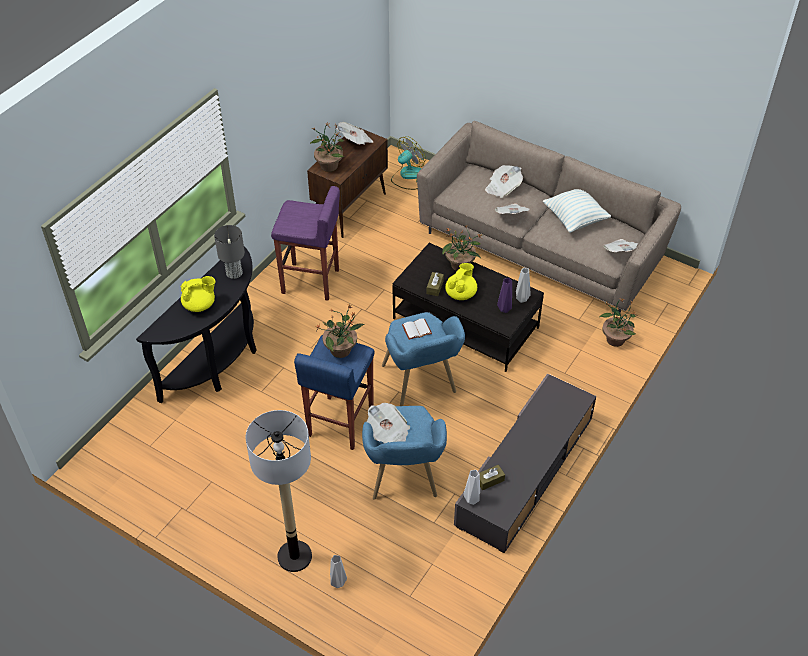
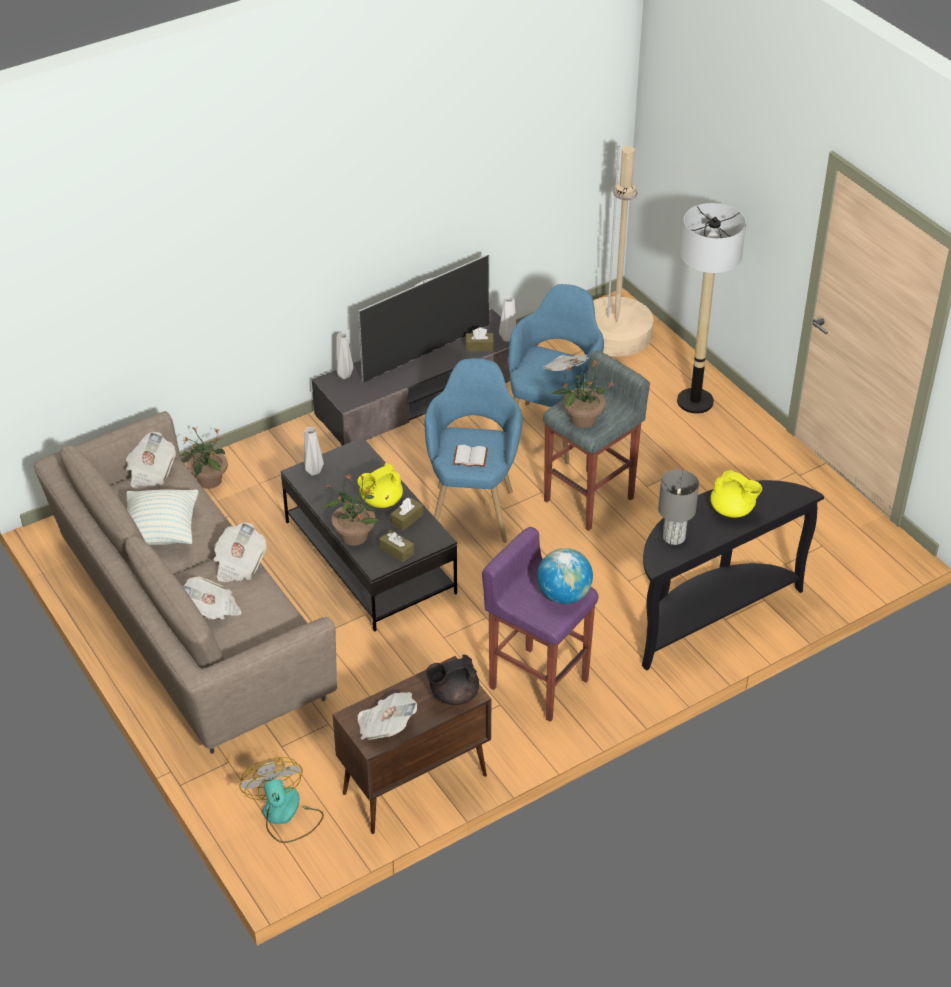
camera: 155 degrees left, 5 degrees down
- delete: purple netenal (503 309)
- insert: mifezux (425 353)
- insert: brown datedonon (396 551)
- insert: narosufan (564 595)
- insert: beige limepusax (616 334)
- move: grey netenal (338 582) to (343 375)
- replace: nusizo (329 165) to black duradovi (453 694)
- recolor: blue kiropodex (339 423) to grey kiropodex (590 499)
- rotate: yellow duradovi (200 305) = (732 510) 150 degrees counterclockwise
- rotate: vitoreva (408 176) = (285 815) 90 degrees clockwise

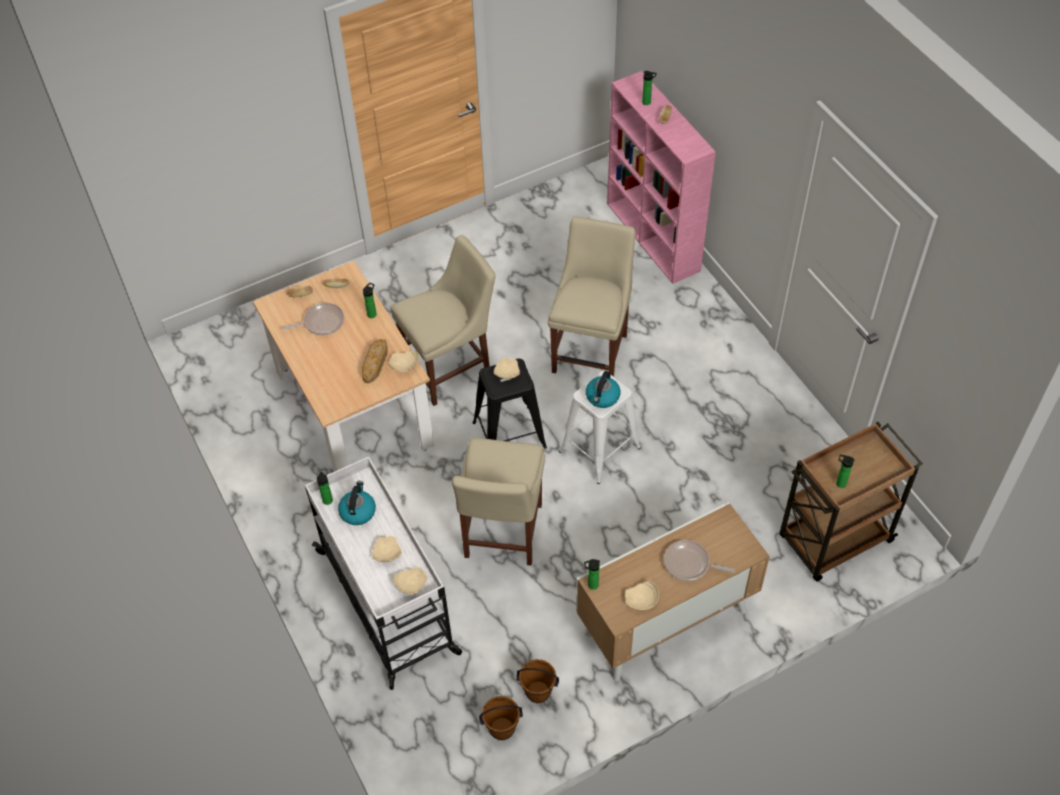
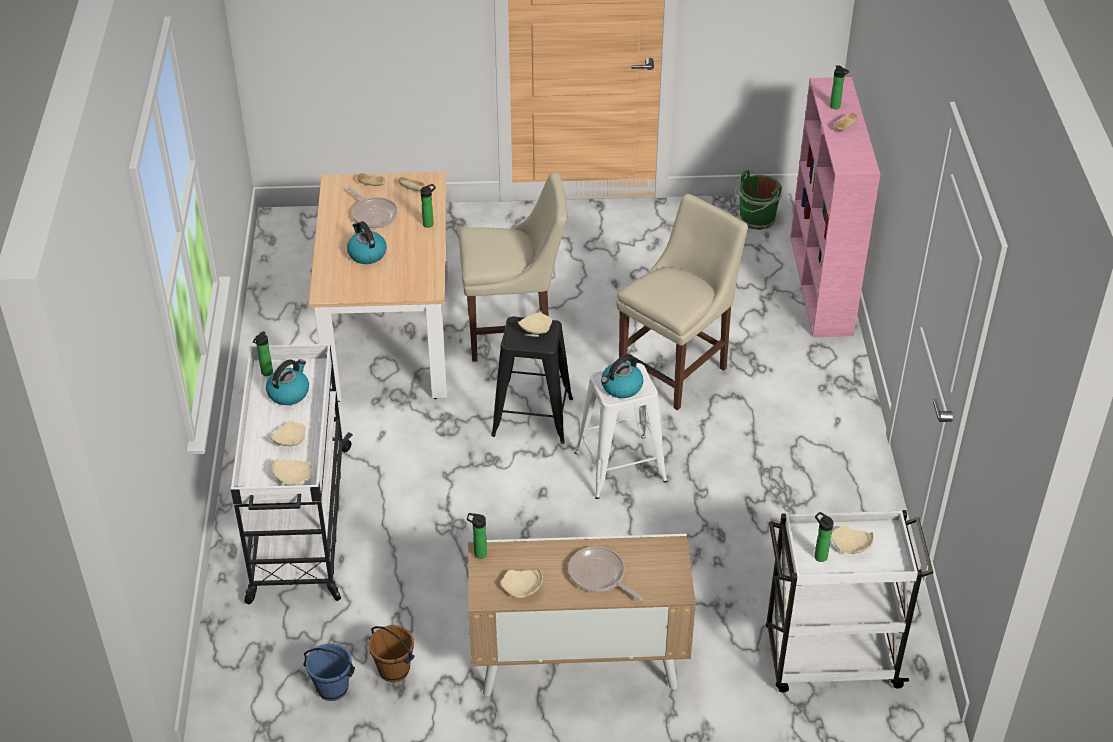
camera: 25 degrees right, 10 degrees down
- delete: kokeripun (375 362)
- delete: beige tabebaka (502 535)
- insert: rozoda (366 254)
- insert: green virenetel (756 220)
- move: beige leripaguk (405 365) to (851 546)
- recolor: brown virenetel (502 729) to blue virenetel (332 689)
- recolor: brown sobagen (833 540) to white sobagen (829 659)
- rotate: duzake (321 322) = (373 214) 45 degrees clockwise

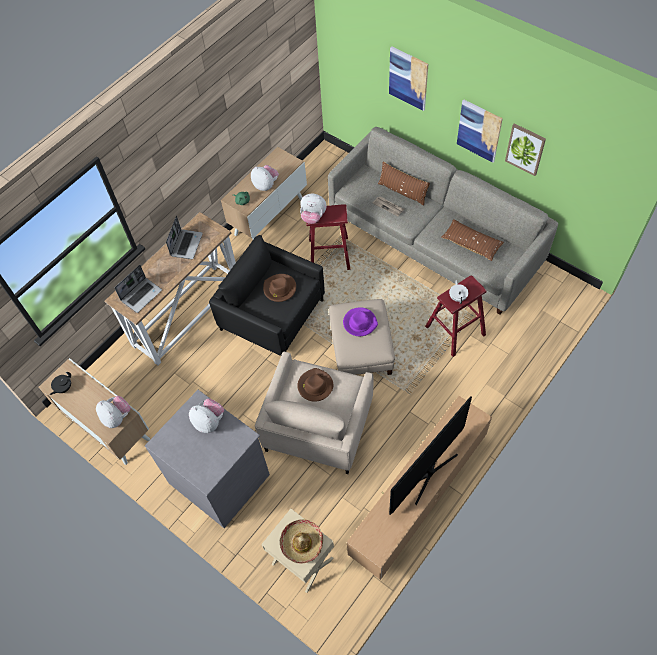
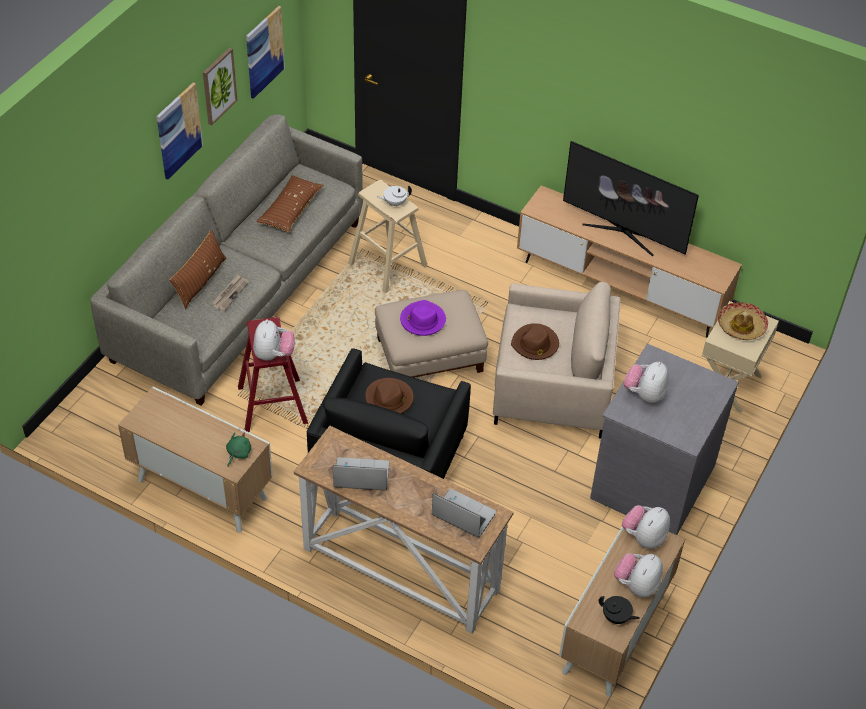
camera: 105 degrees left, 10 degrees down
- move: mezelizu (266 185) to (636 585)
- move: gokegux (408 78) to (264 52)
- recolor: red kiropodex (455 330) to beige kiropodex (387 264)

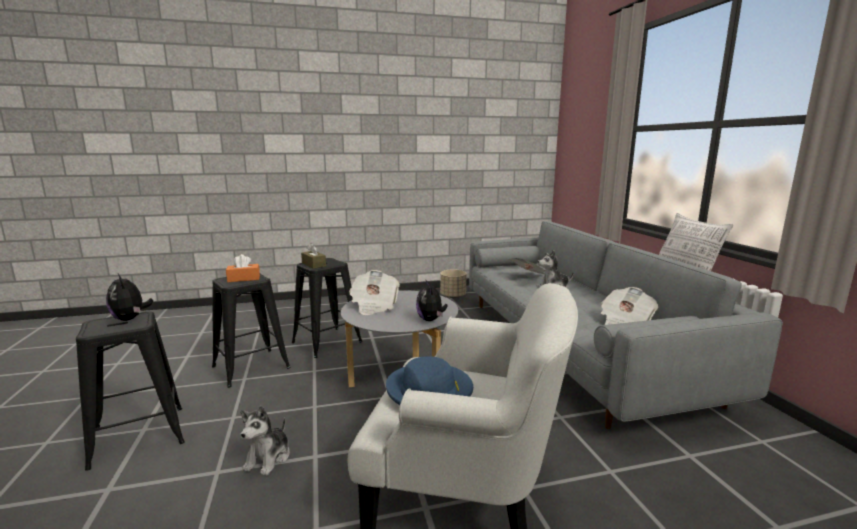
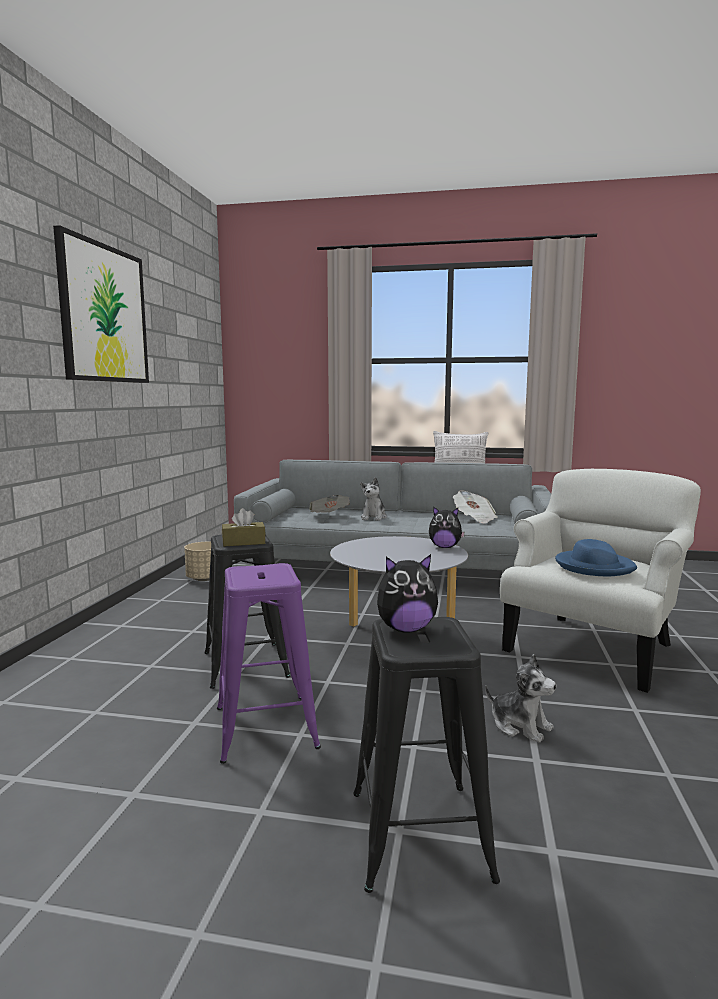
camera: 65 degrees left, 5 degrees down
- delete: orange datedonon (244 279)
- delete: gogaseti (374 306)
- insert: gokegux (104 314)
- recolor: black kiropodex (251 367) to purple kiropodex (265 727)

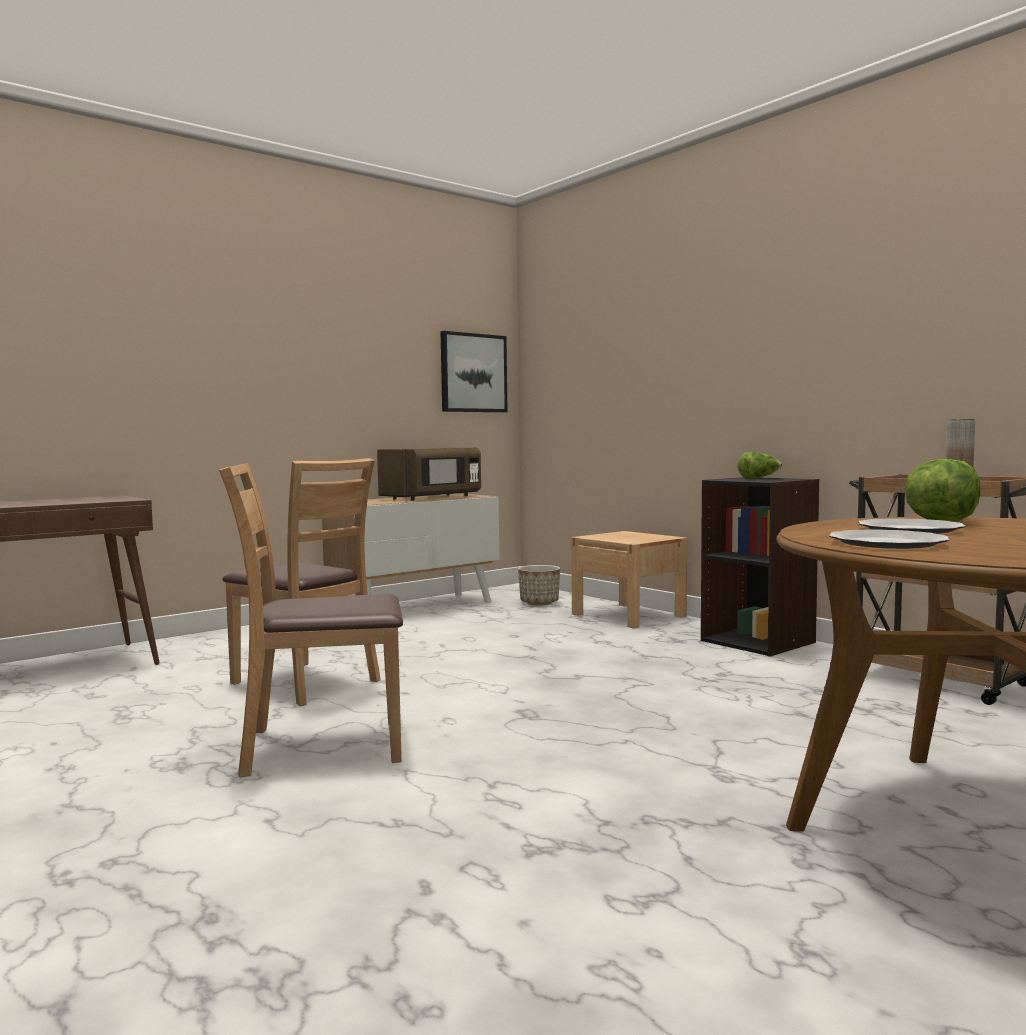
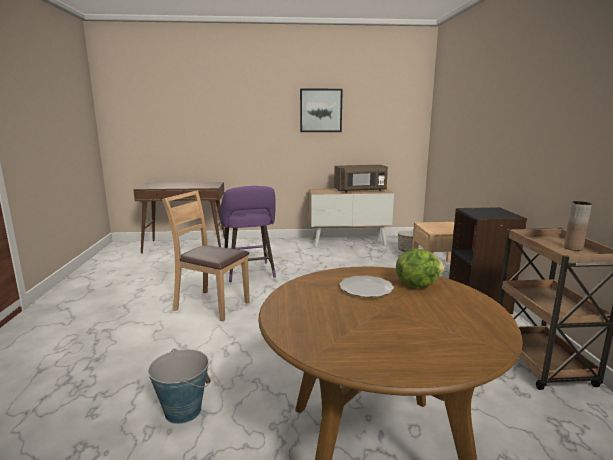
camera: 35 degrees right, 10 degrees up
- delete: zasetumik (759 478)
- delete: leripaguk (889 543)
- insert: virenetel (183 411)
- move: gokegux (473 373) to (320 110)
- replace: brown tabebaka (305 683) to purple kiropodex (249 273)

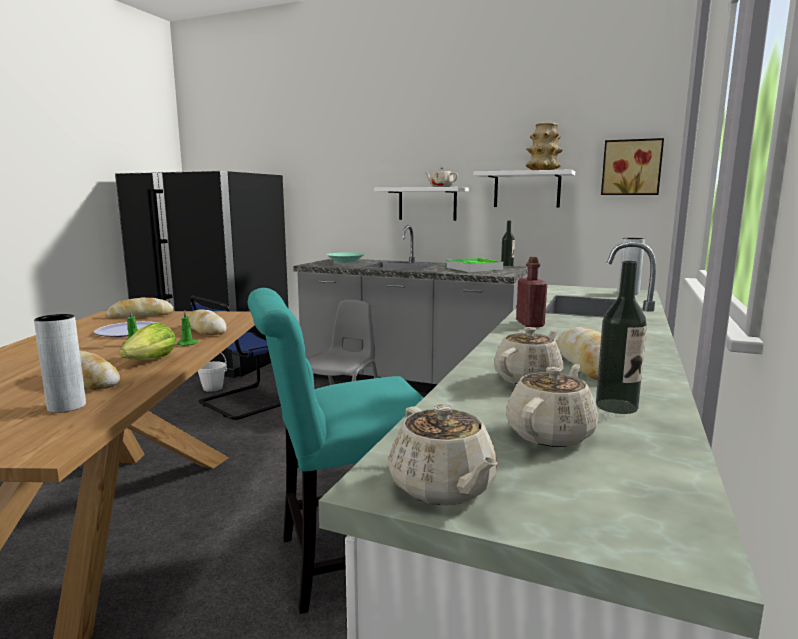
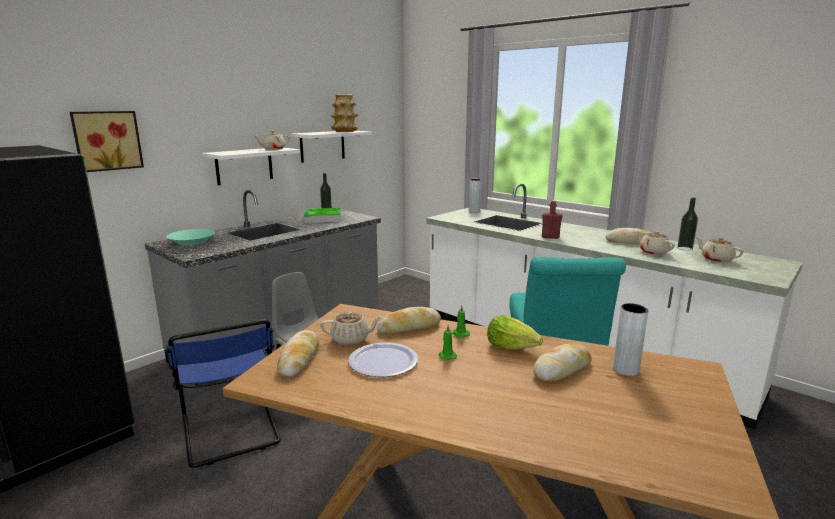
camera: 70 degrees left, 5 degrees up
- delete: white virenetel (213 388)
- move: beige duradovi (443 487) to (351 339)
- move: gokegux (631 167) to (107 140)

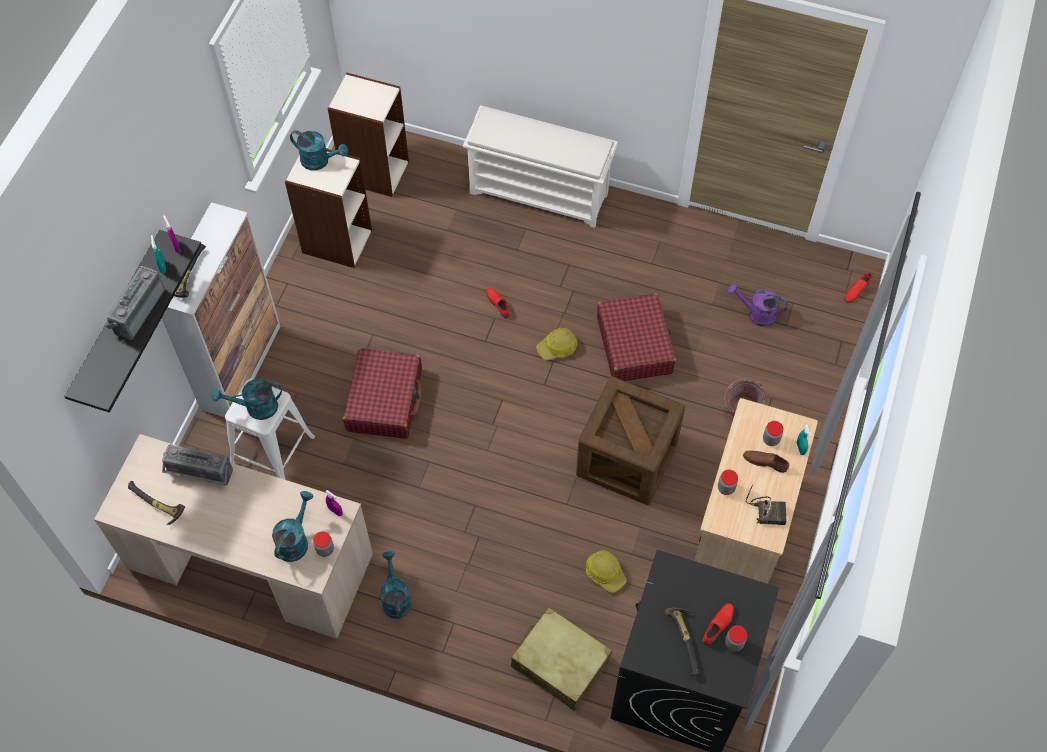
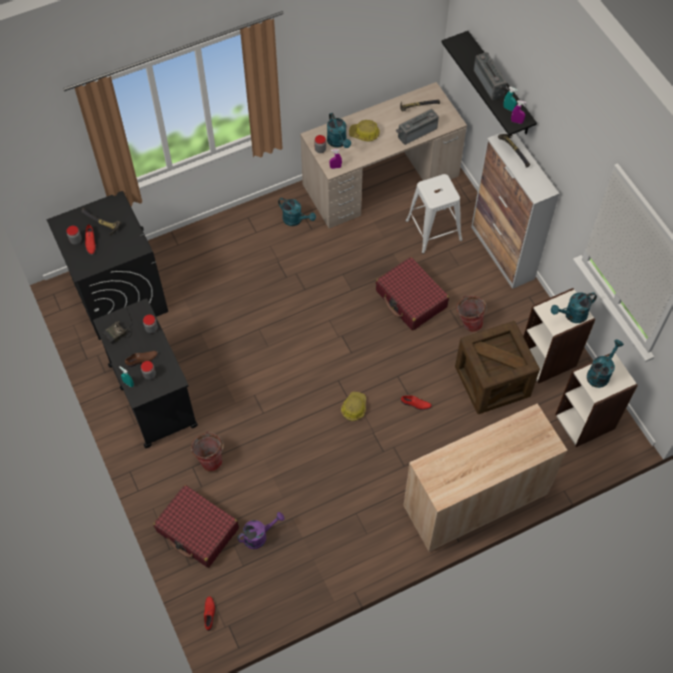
camera: 135 degrees right, 0 degrees up
- delete: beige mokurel (560 663)
- insert: virenetel (469 321)
- move: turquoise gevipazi (255 408) to (600 373)
- move: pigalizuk (627 458) to (492 381)
- move: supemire (605 572) to (364 134)
- move: red mokurel (634 345) to (198 530)
- replace: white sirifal (540 193) to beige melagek (475 500)
- recolor: beige sobagen (742 529) to black sobagen (152 394)

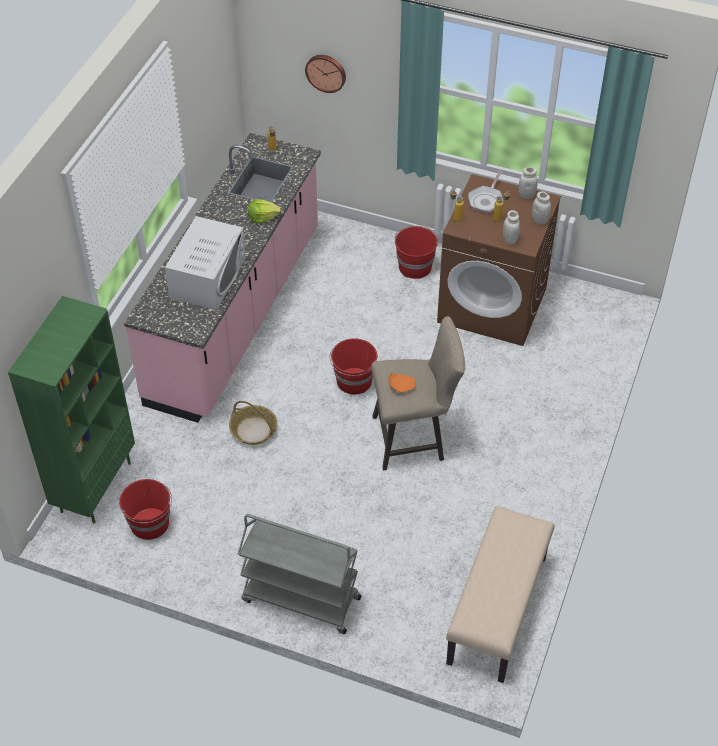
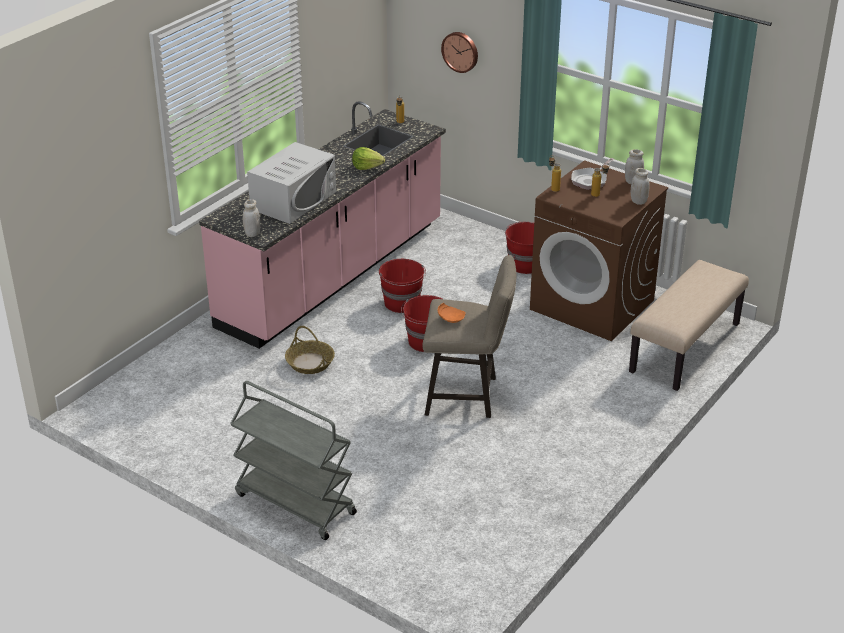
camera: 15 degrees right, 15 degrees down
- delete: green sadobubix (95 486)
- move: red virenetel (150 524) to (402 303)
- move: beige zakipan (498 610) to (685 348)
- move: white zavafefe (510 240) to (252 233)

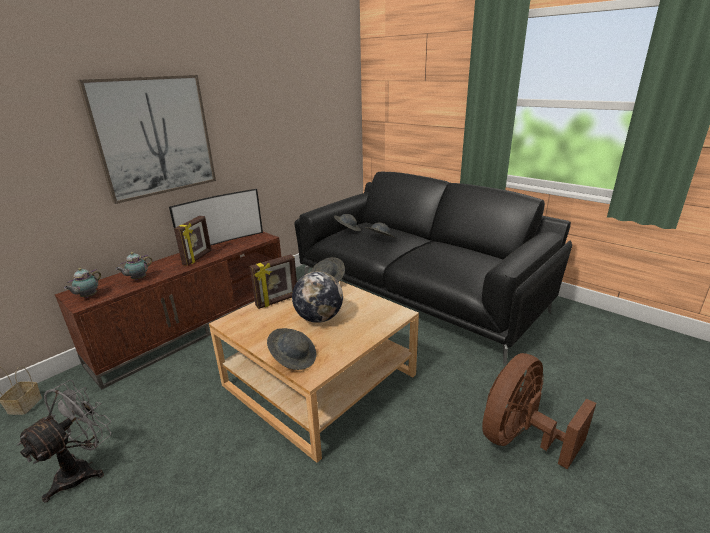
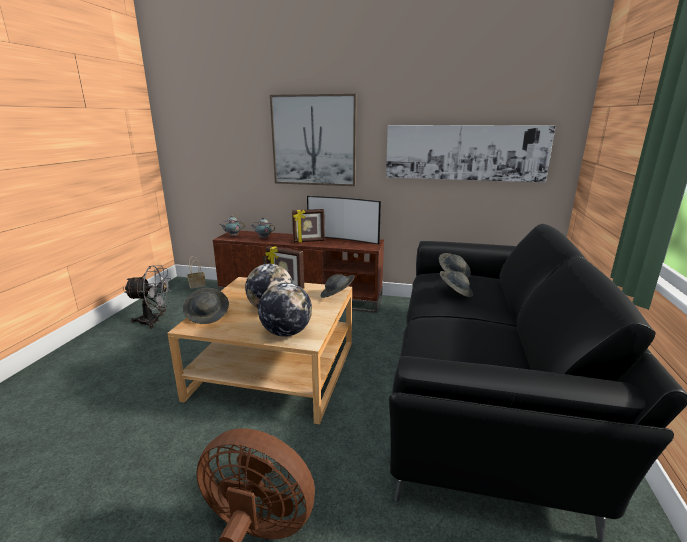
camera: 60 degrees right, 5 degrees down
- insert: narosufan (286 333)
- insert: gokegux (465 152)

